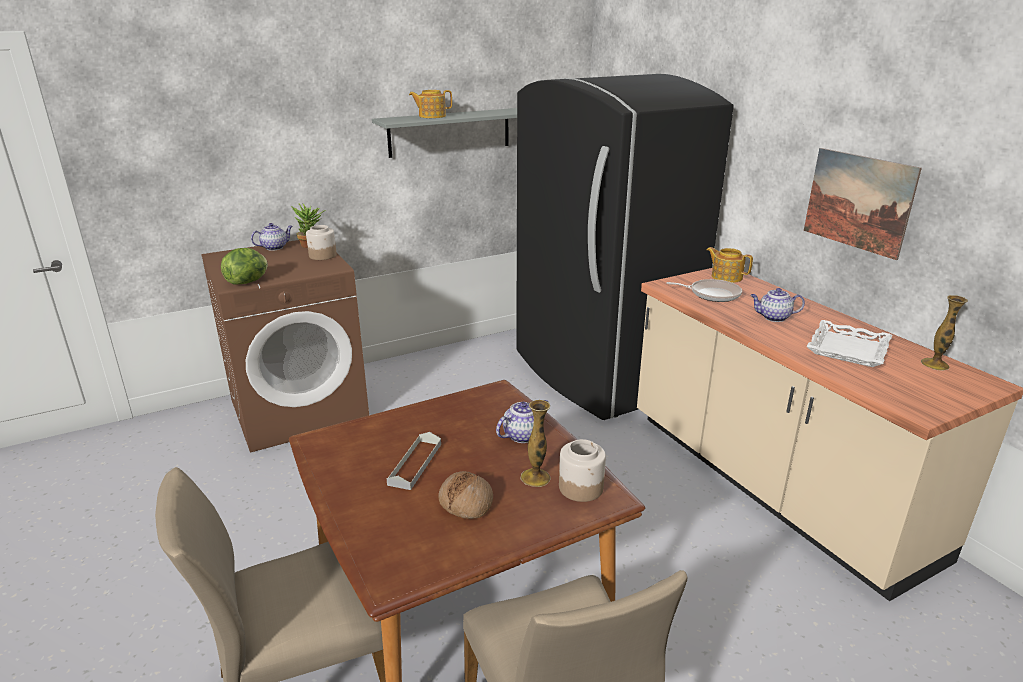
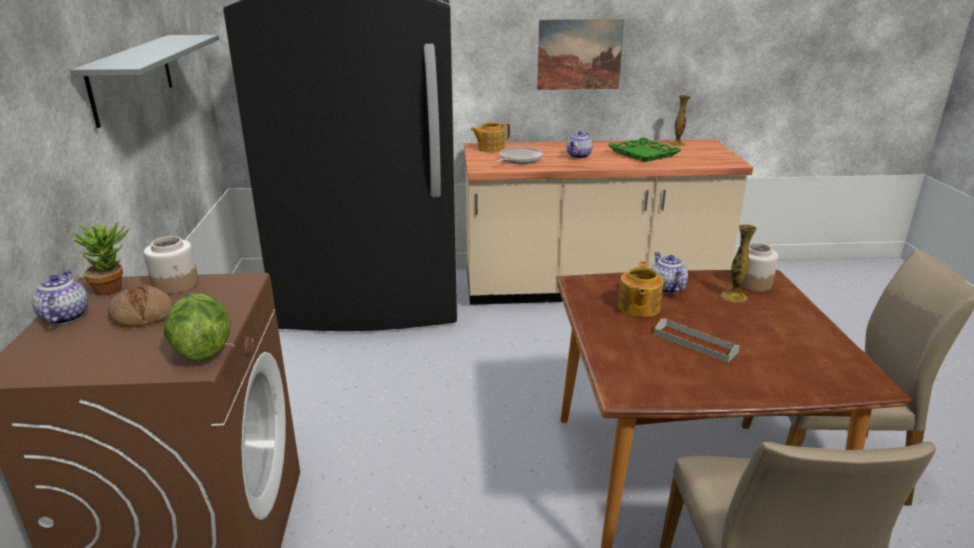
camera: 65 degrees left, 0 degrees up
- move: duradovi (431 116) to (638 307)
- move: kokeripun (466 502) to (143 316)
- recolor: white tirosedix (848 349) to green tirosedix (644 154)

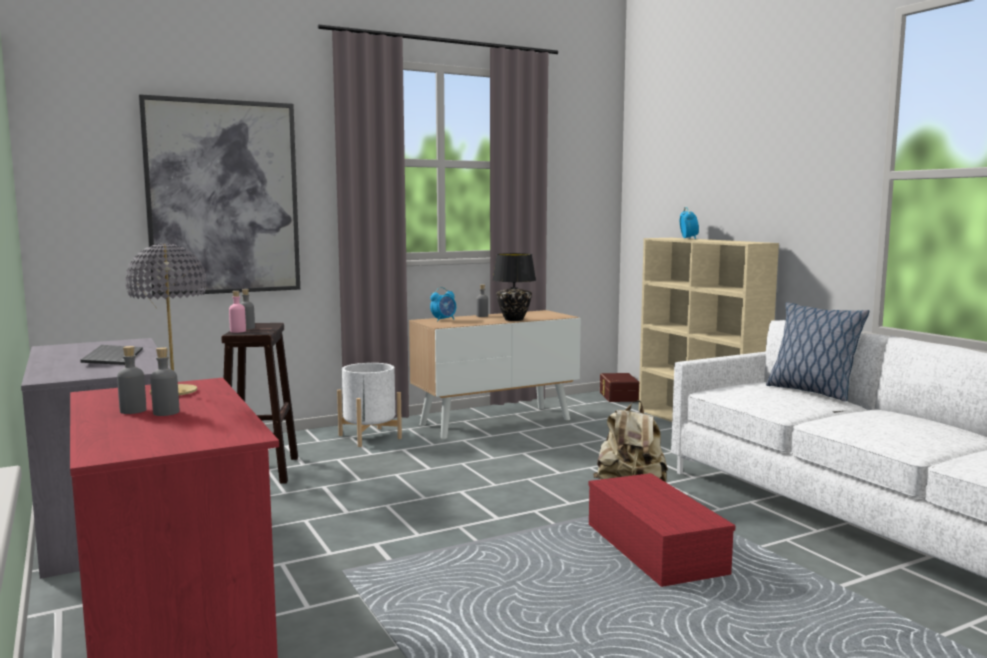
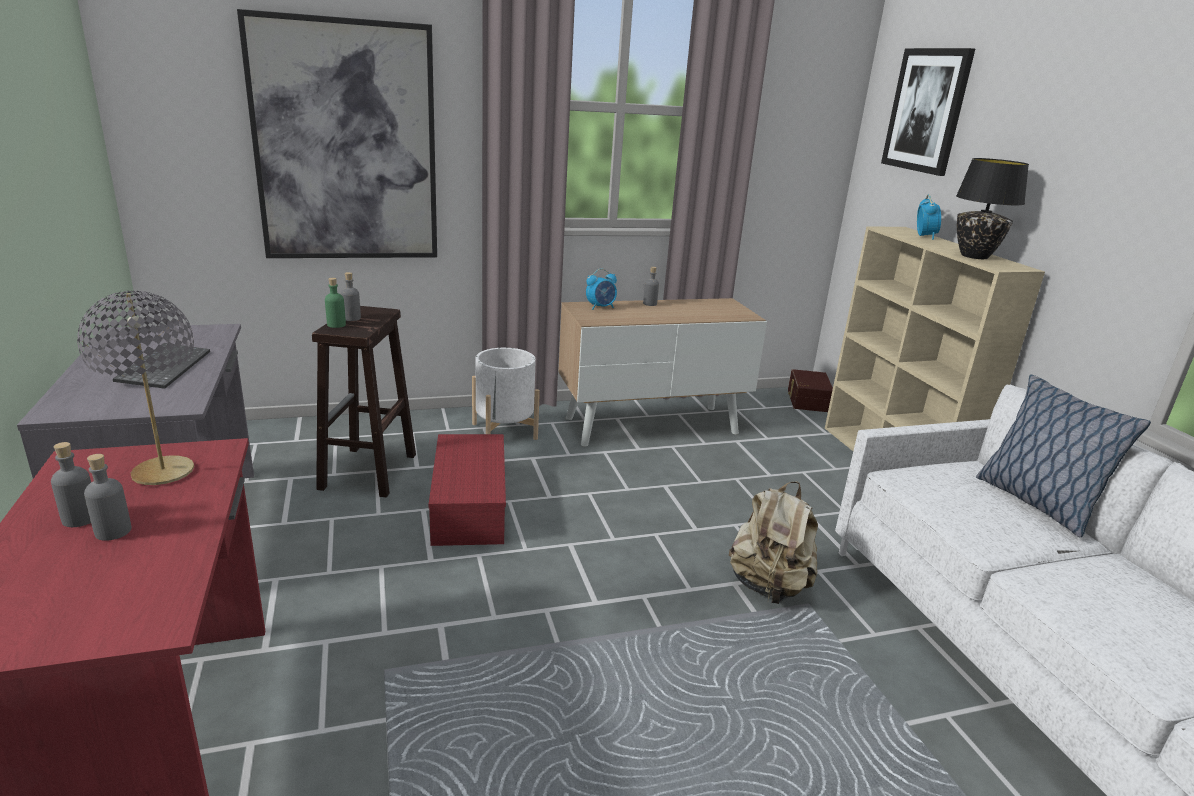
camera: 10 degrees right, 15 degrees up
- insert: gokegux (927 110)
- move: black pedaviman (513 319) to (974 256)
- move: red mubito (652 548) to (467 504)
- recolor: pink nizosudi (238 331) to green nizosudi (336 325)

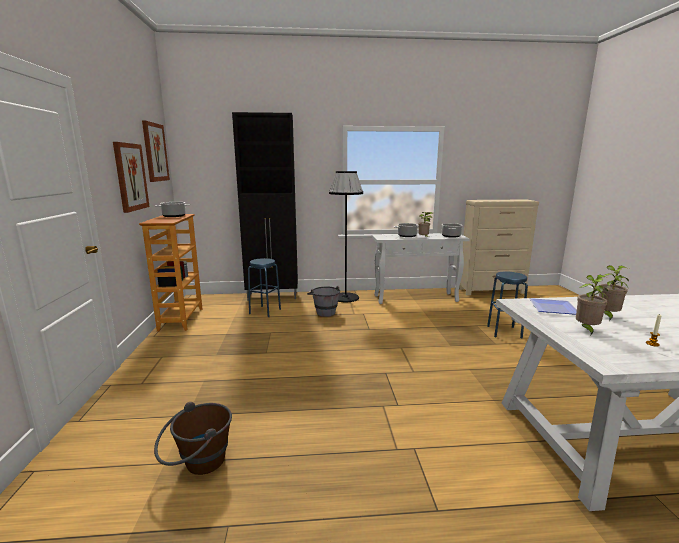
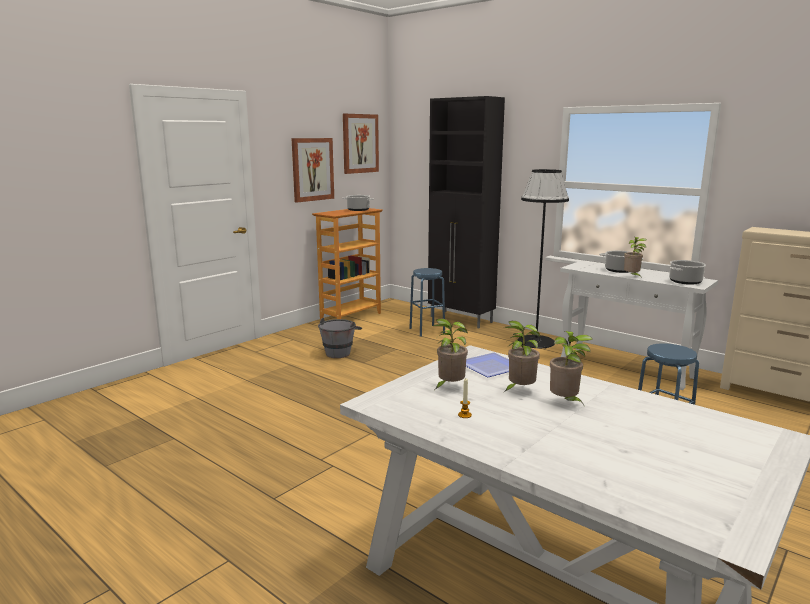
camera: 45 degrees right, 0 degrees up
- delete: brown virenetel (197 465)
- insert: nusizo (565 403)
- move: grey virenetel (324 311) to (340 352)

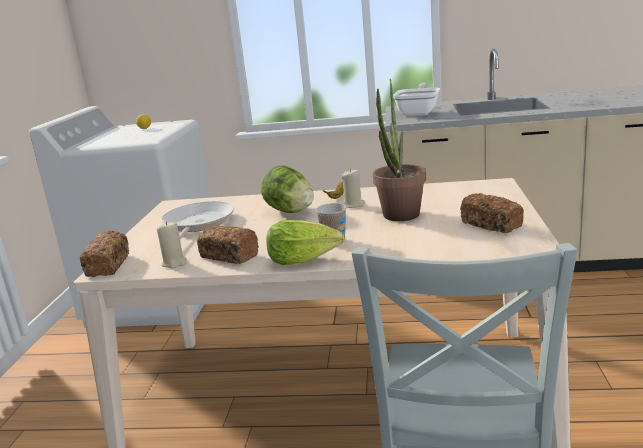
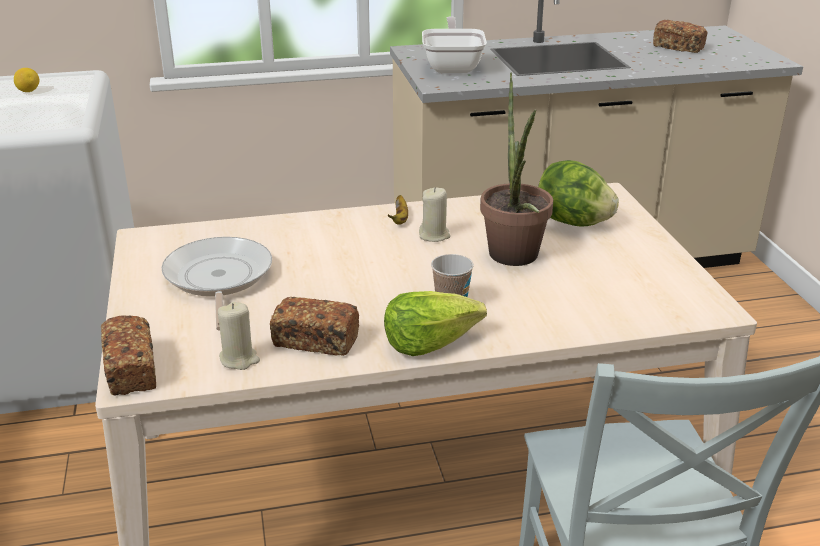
camera: 20 degrees left, 10 degrees up
- move: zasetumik (290 211) to (572 222)
- move: kokeripun (491 225) to (678 47)

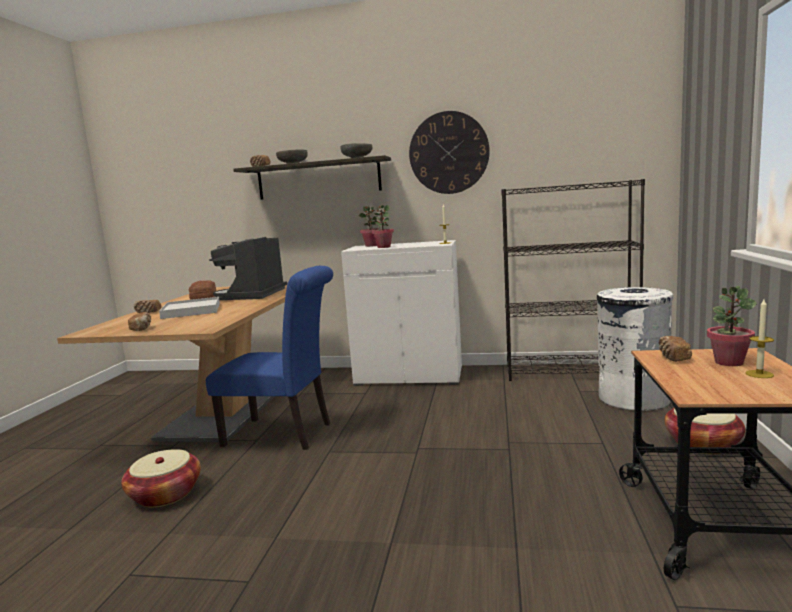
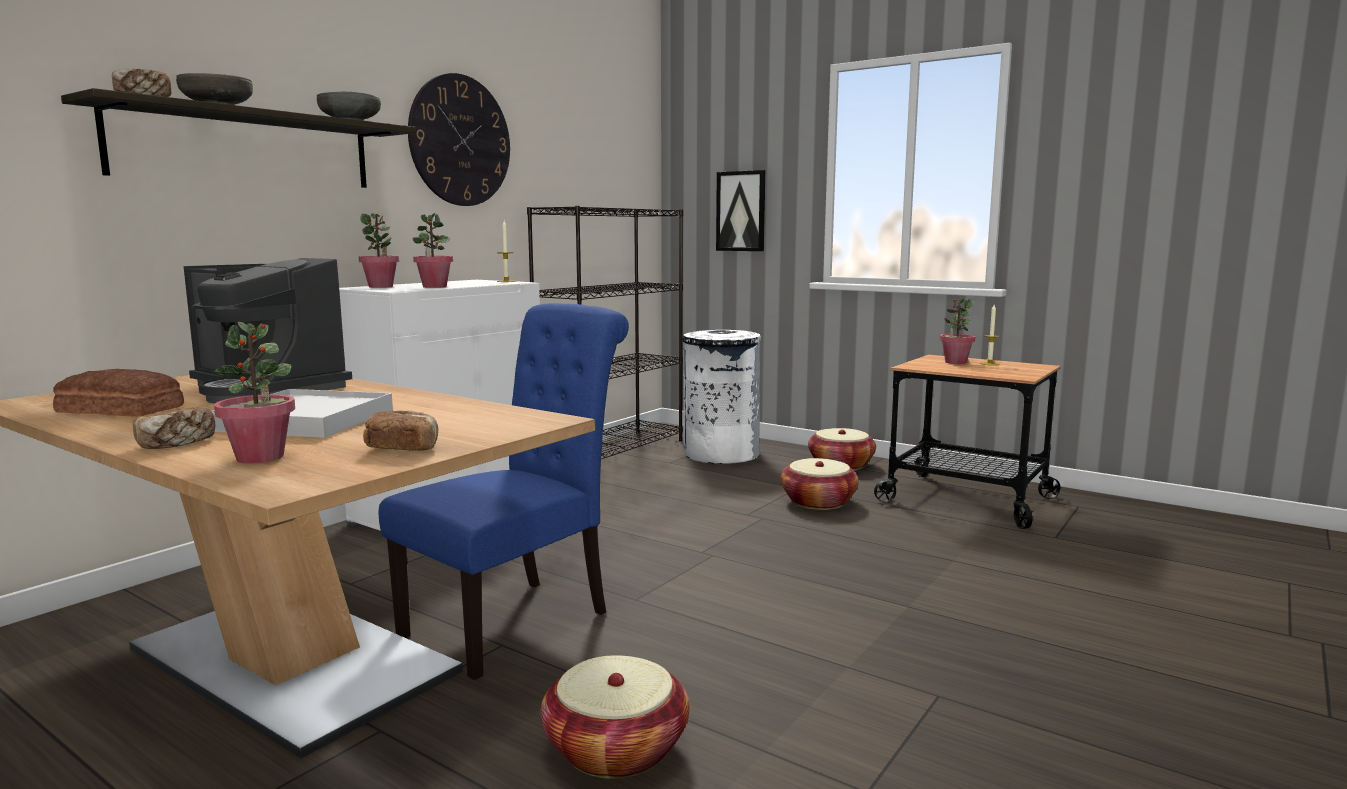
camera: 65 degrees left, 0 degrees up
- delete: kokeripun (673 358)
- insert: nusizo (260 457)
- insert: gokegux (741 211)
- insert: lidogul (818 502)

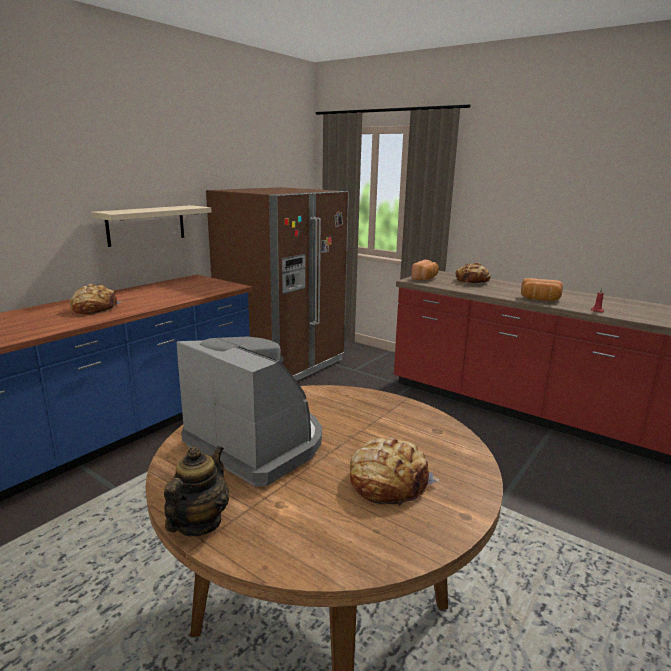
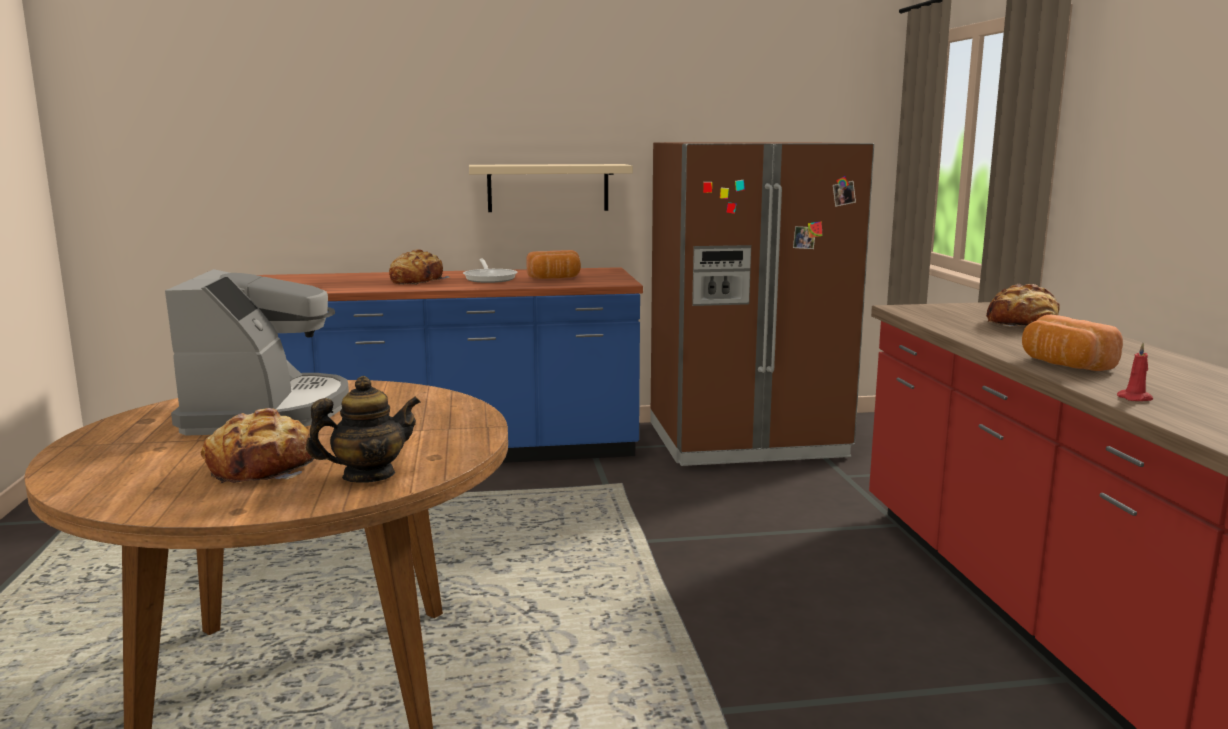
camera: 45 degrees right, 5 degrees down
- insert: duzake (490 278)
- move: duradovi (198 523) to (368 476)
- move: kokeripun (425 278) to (555 279)

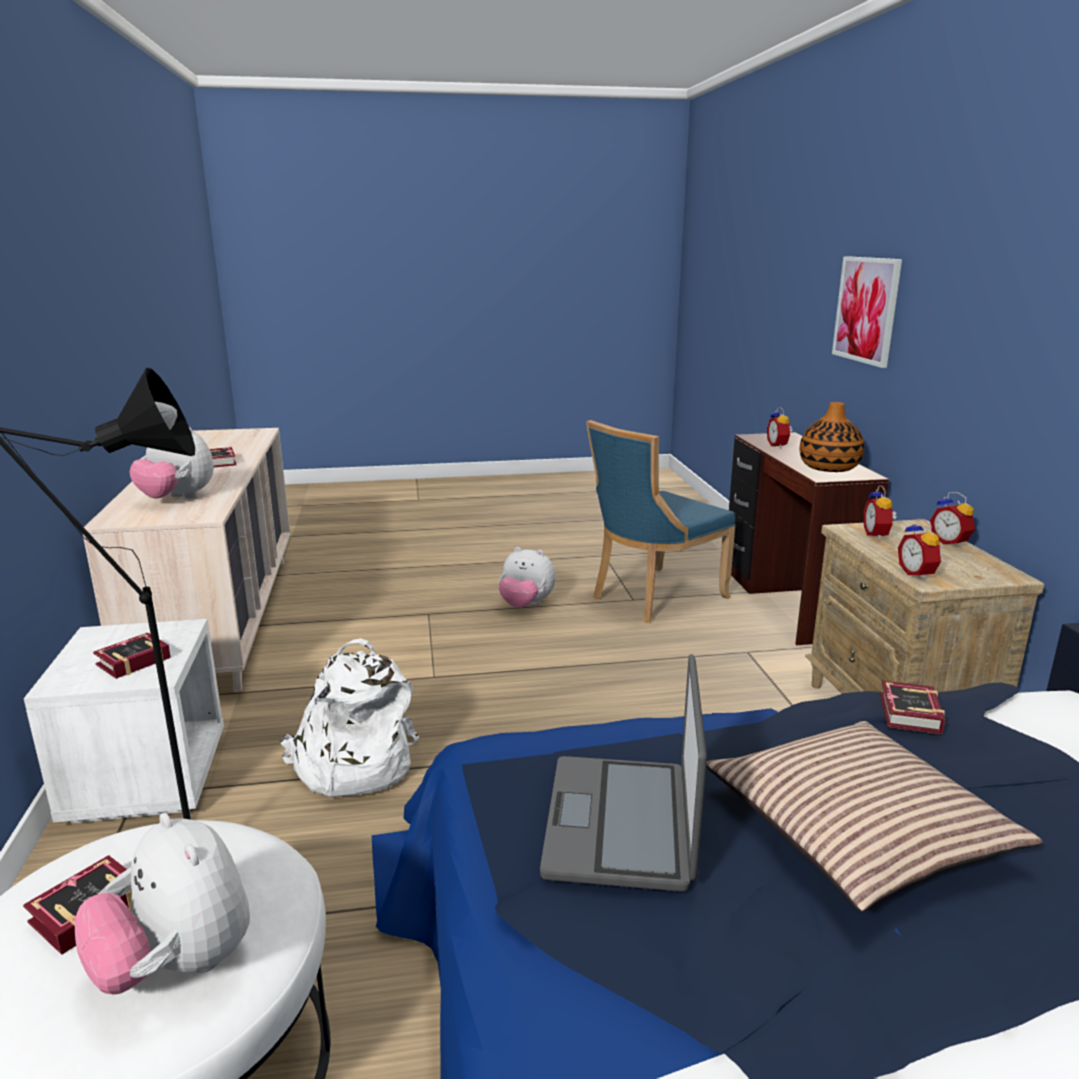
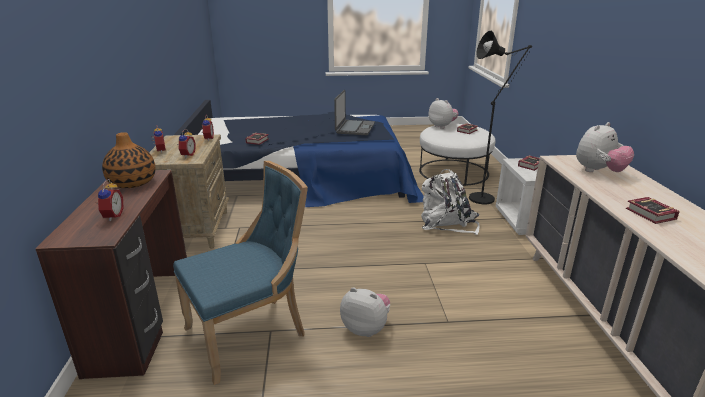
camera: 175 degrees left, 5 degrees up
- delete: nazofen (857 830)
- delete: gokegux (866 310)
- rotate: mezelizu (177 499) = (598 171) 120 degrees clockwise

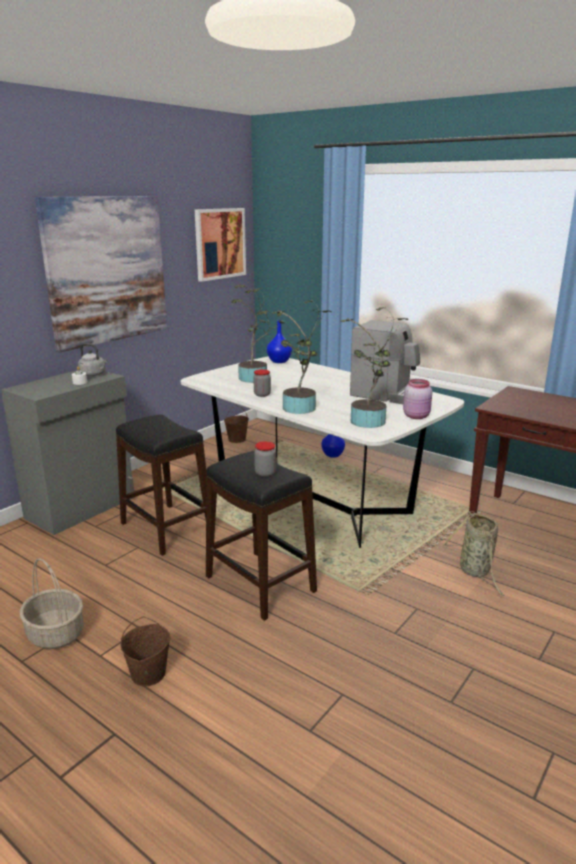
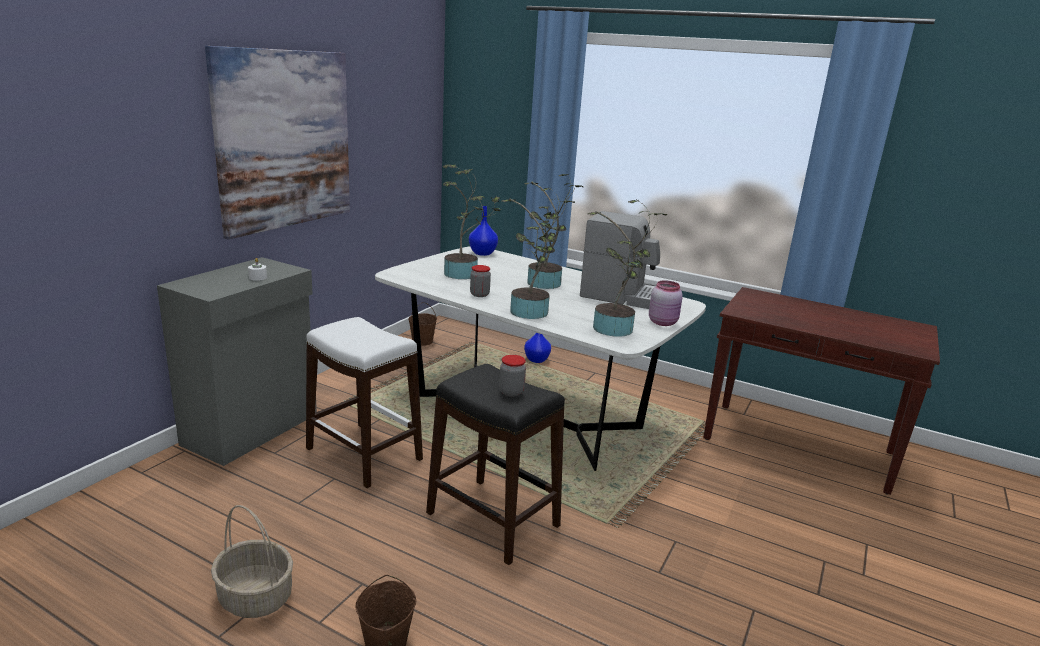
camera: 10 degrees left, 0 degrees up
- delete: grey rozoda (94 374)
- delete: gokegux (220 243)
- delete: lidogul (476 571)
- insert: nusizo (543 284)
- recolor: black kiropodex (166 529) to white kiropodex (363 454)

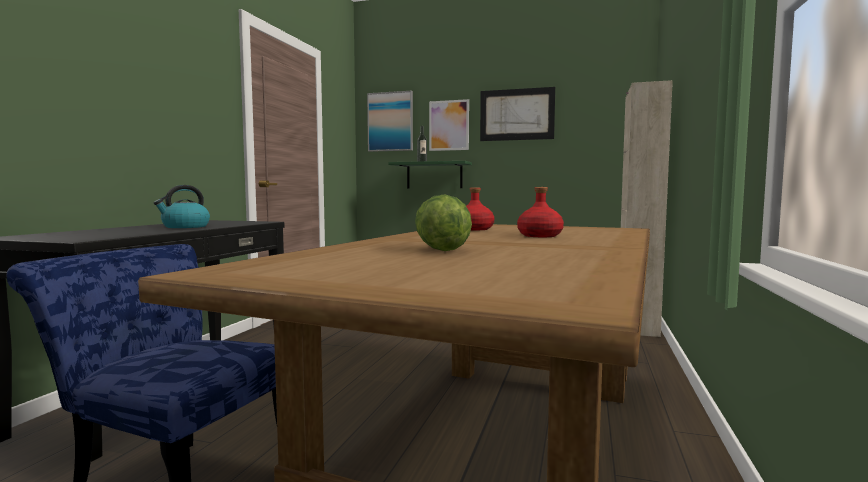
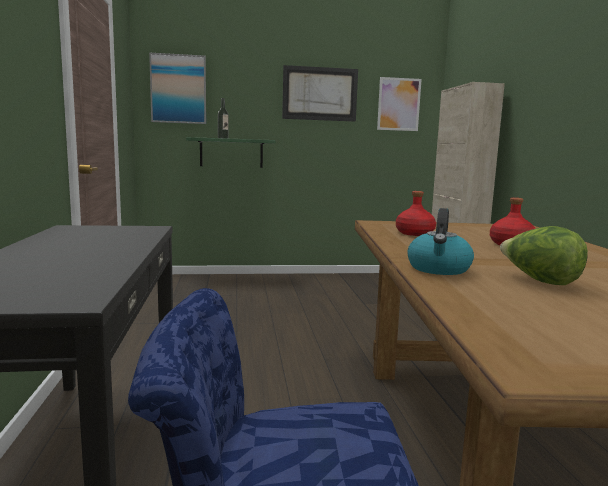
camera: 25 degrees left, 5 degrees up
- move: rozoda (185 227) to (439 269)
- move: gokegux (449 125) to (399 104)

